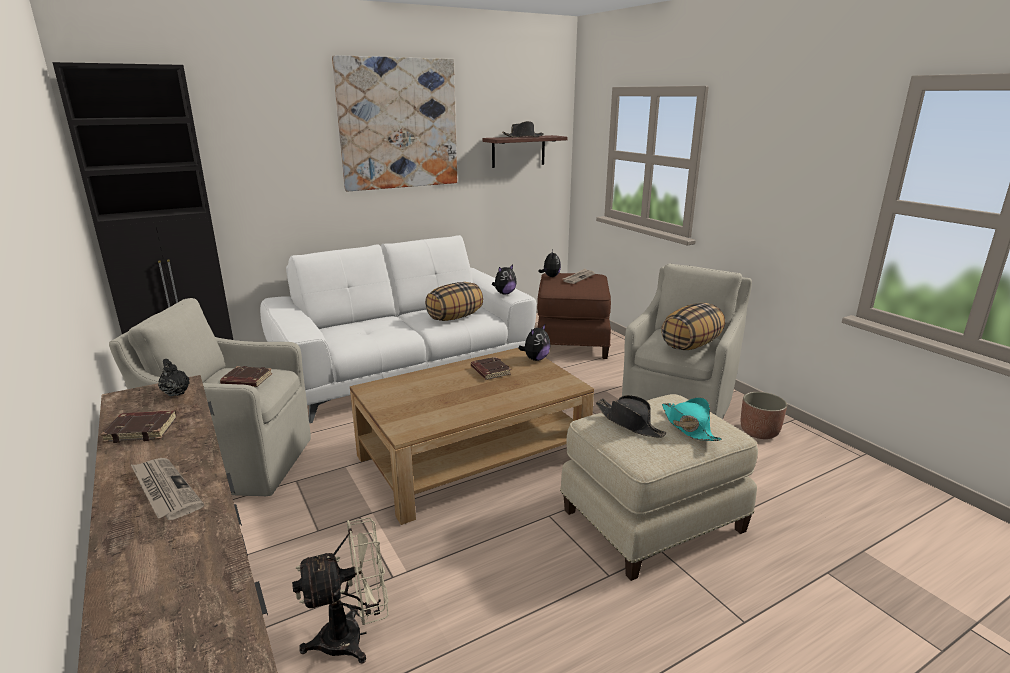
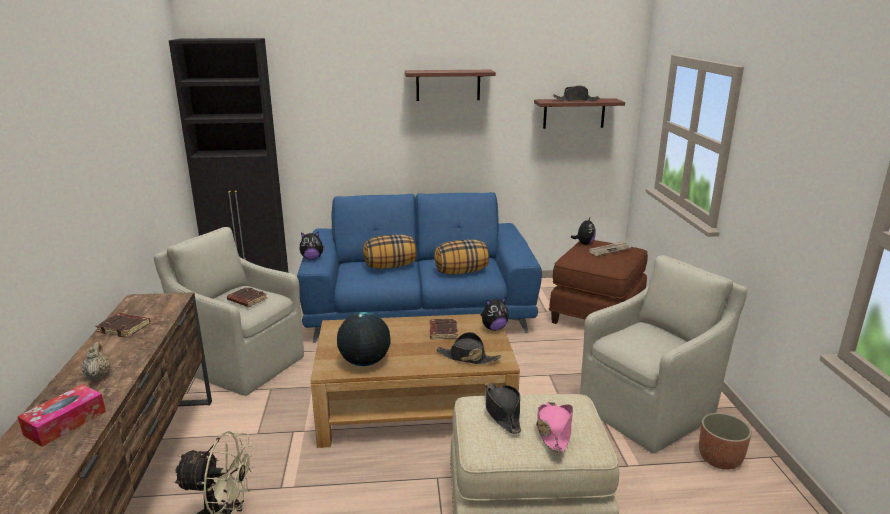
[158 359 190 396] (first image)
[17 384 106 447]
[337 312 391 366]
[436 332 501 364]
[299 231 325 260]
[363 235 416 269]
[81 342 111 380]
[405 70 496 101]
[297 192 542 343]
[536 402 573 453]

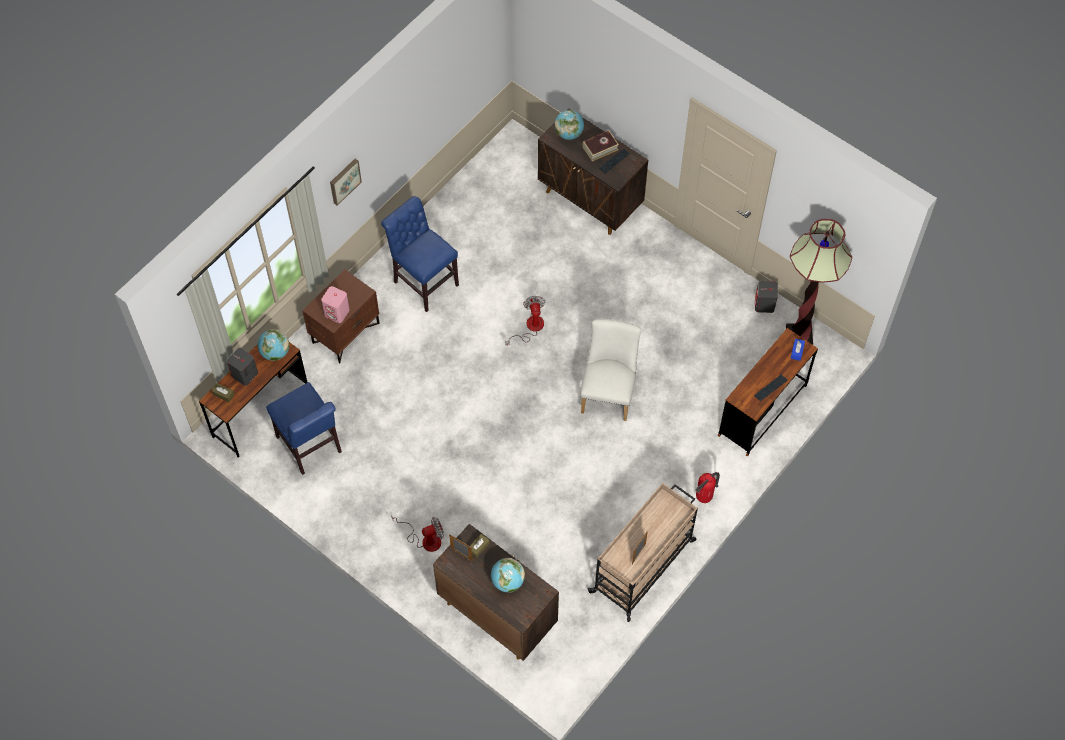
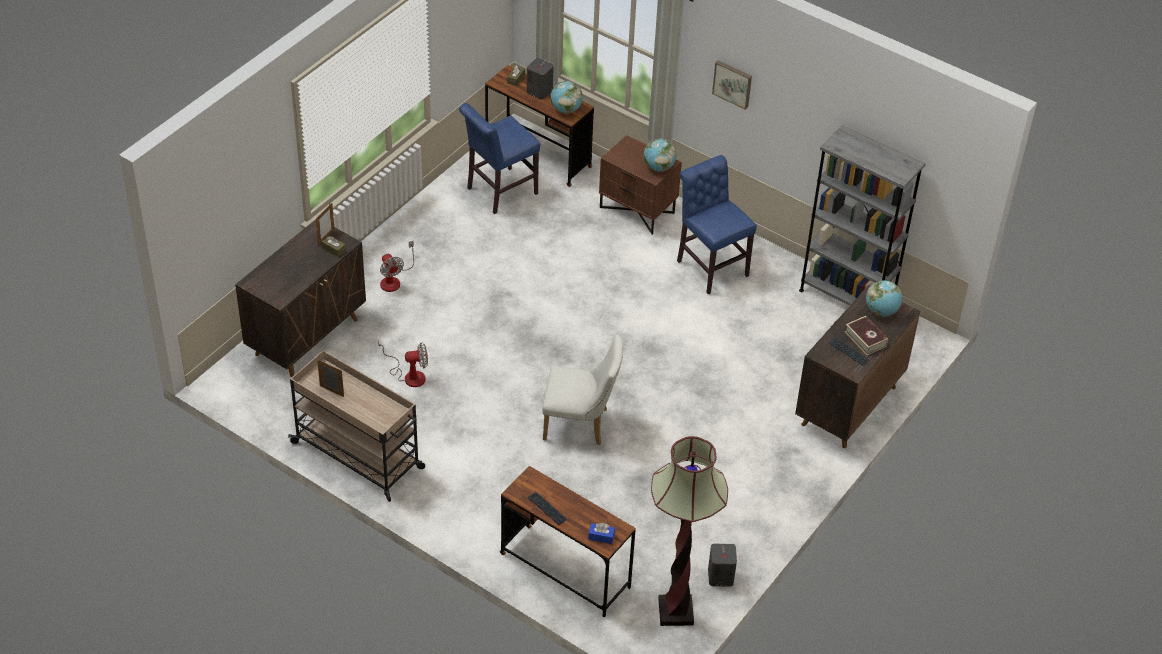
[321 286 350 323] (first image)
[696 472 720 503] (first image)
[799 125 925 306]
[644 139 677 171]
[378 341 428 387]
[677 155 757 295]

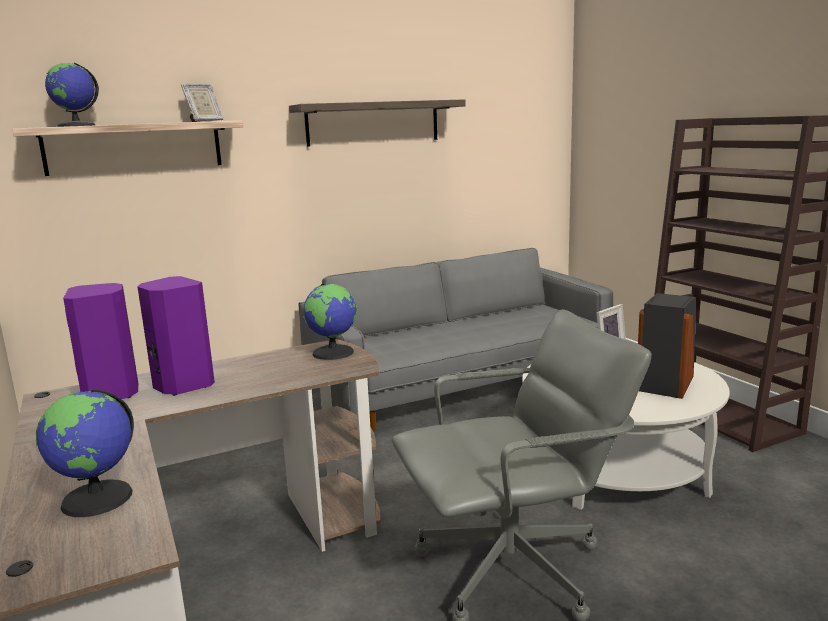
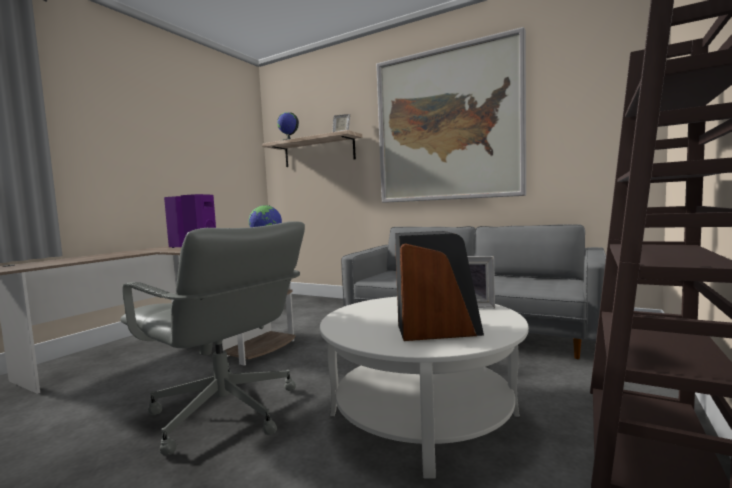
[36 389 134 517] (first image)
[376 27 526 203]

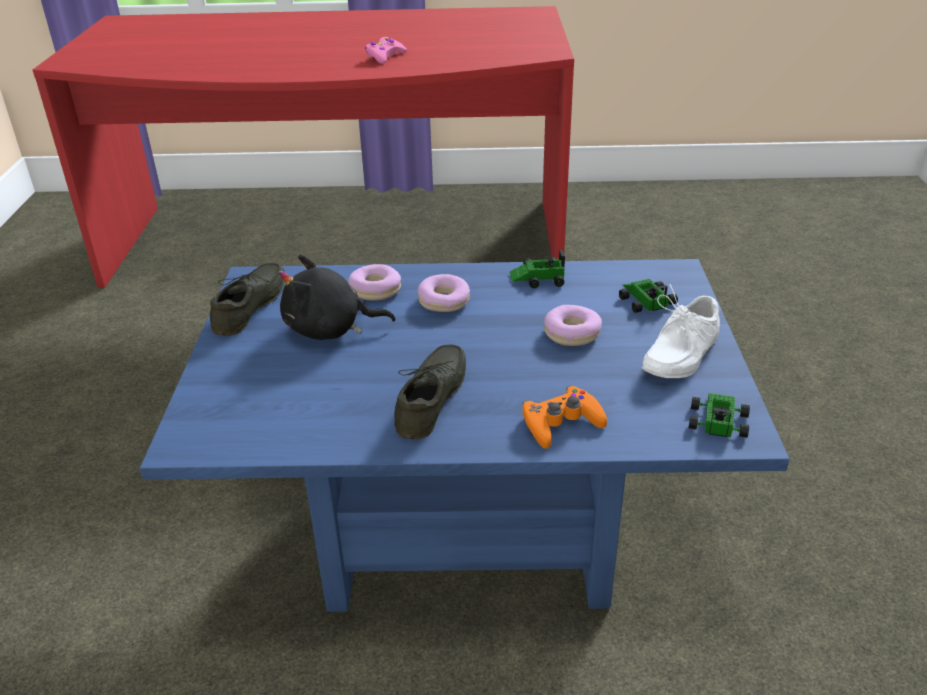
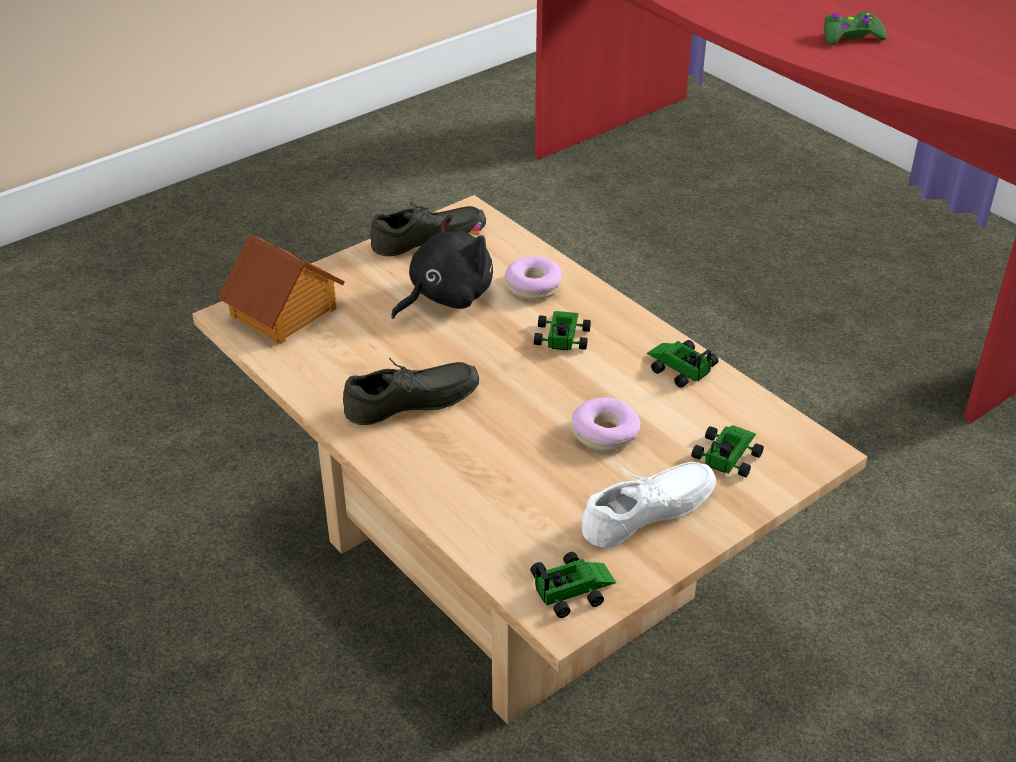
[523 386 607 449] (first image)
[218 233 345 344]
[534 311 591 350]
[192 195 867 724]
[824 11 887 45]
[391 214 493 319]
[582 462 716 547]

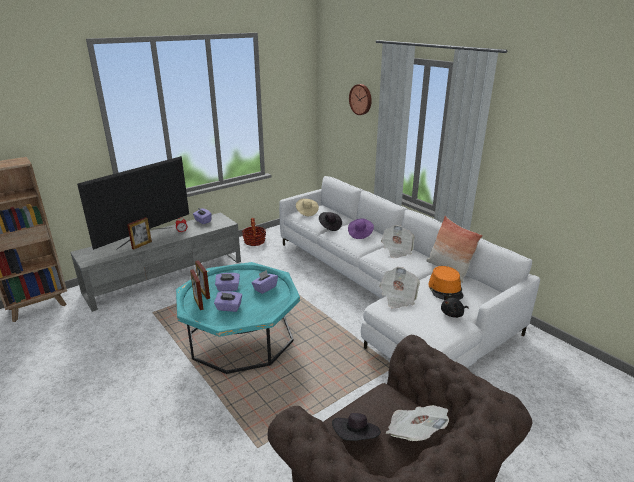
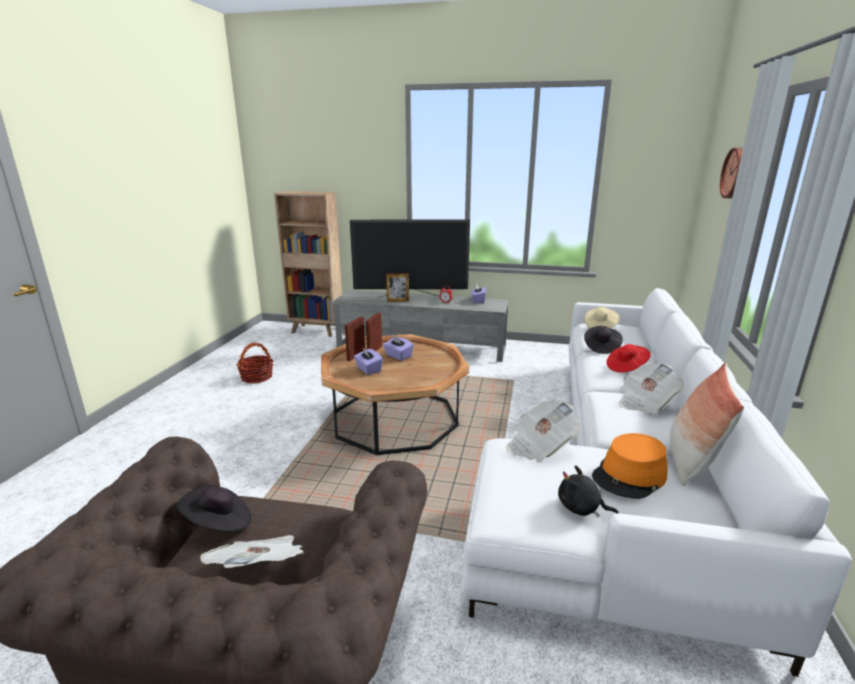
[252 270 278 294] (first image)
[236 343 274 383]
[321 334 470 455]
[607 344 651 372]

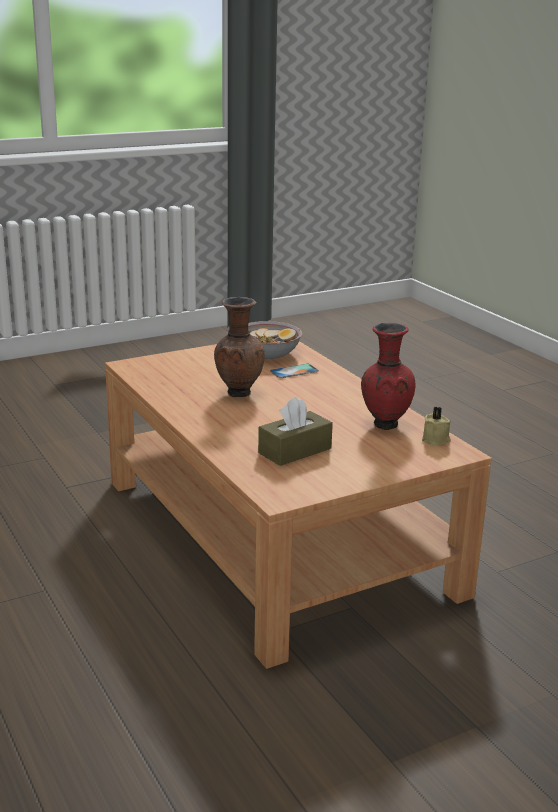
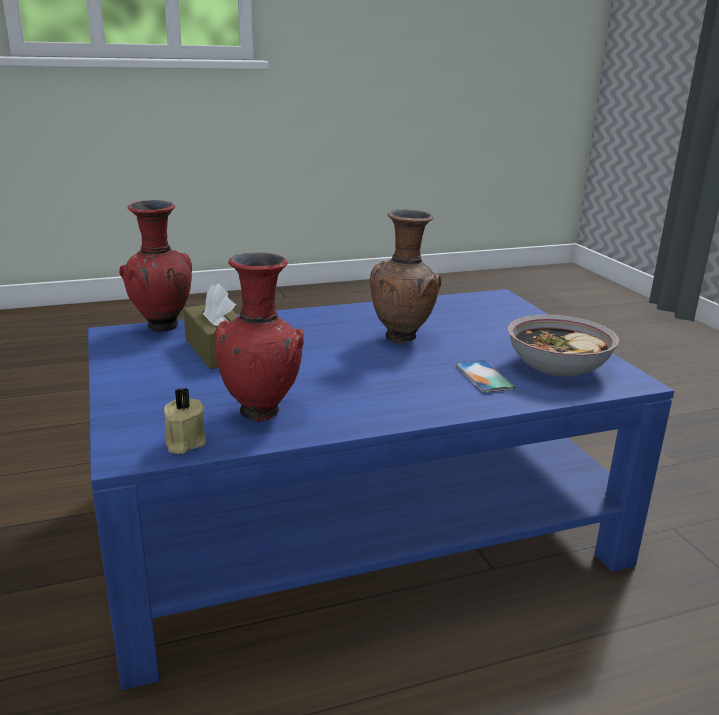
[119 200 192 332]
[88 289 674 690]

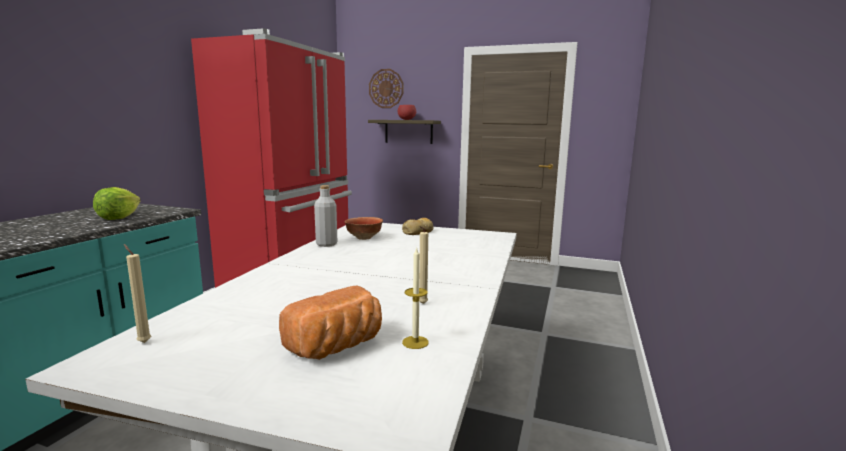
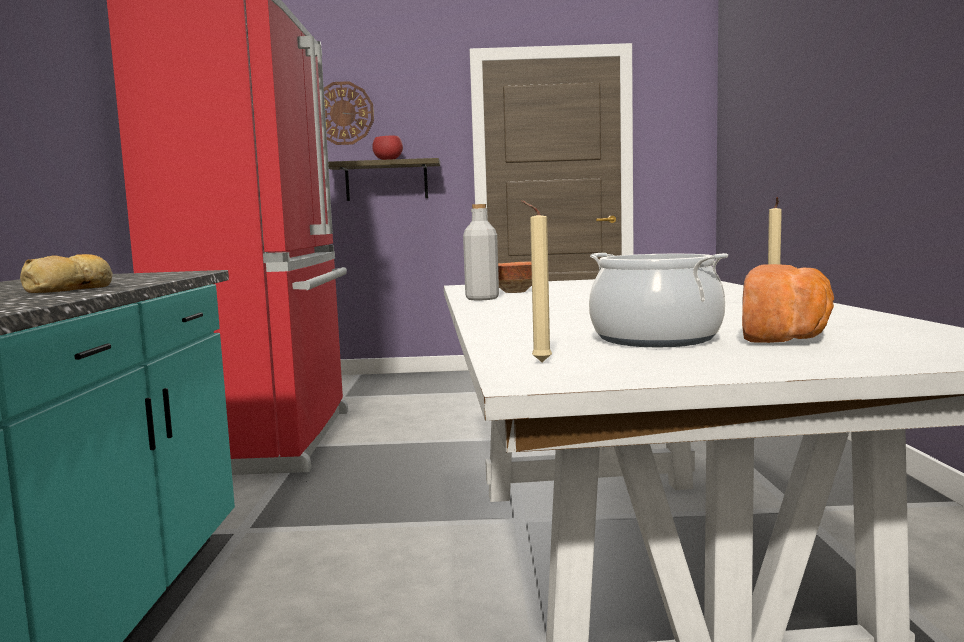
[93 187 141 220] (first image)
[402 247 429 349] (first image)
[589 253 728 347]
[20 254 113 293]

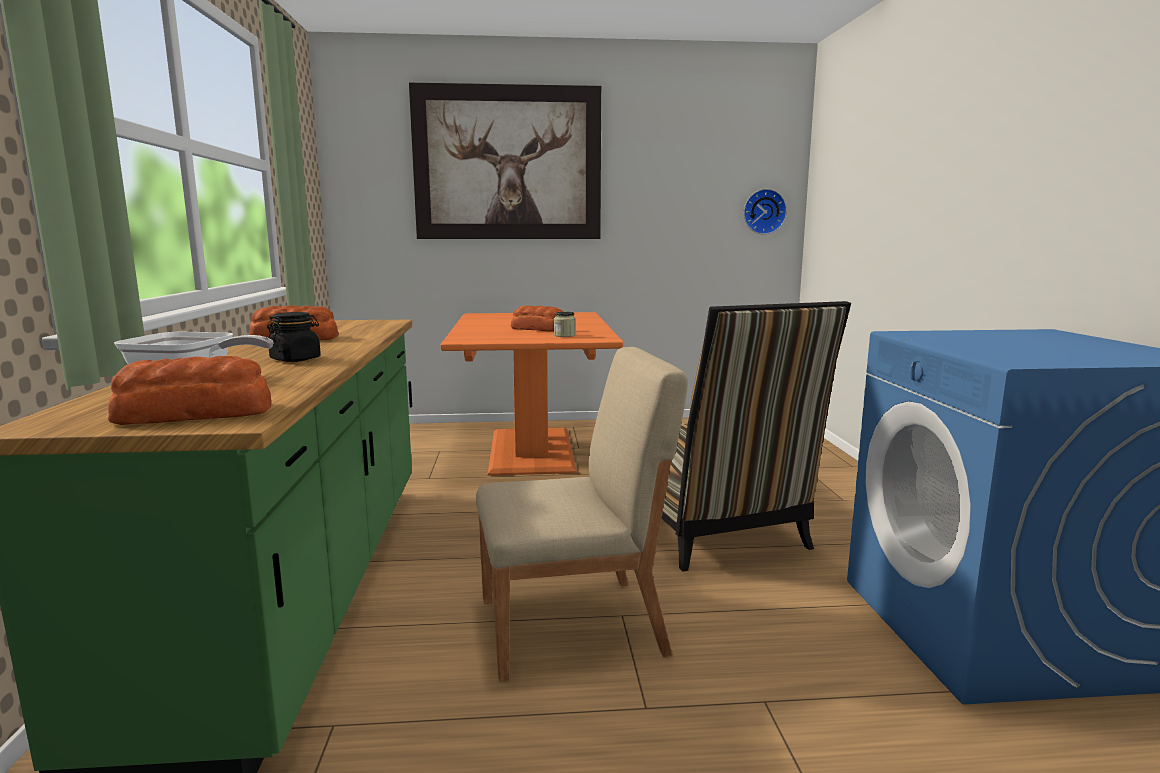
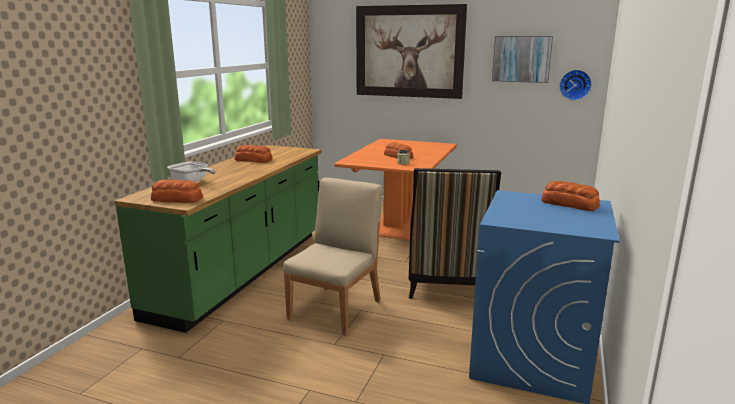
[267 312 321 362] (first image)
[492 36 553 83]
[541 181 600 211]
[283 178 383 336]

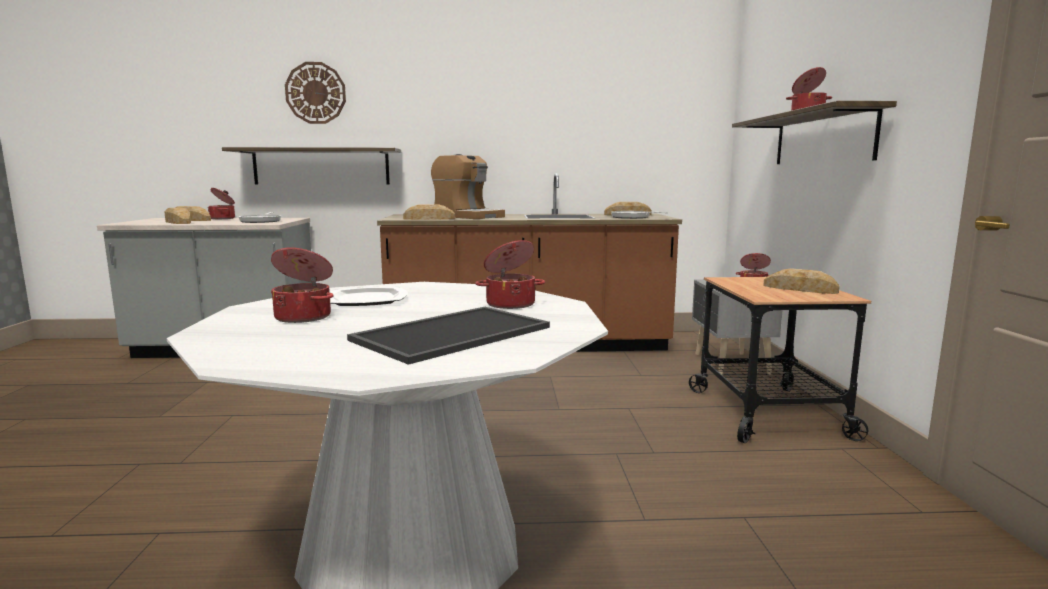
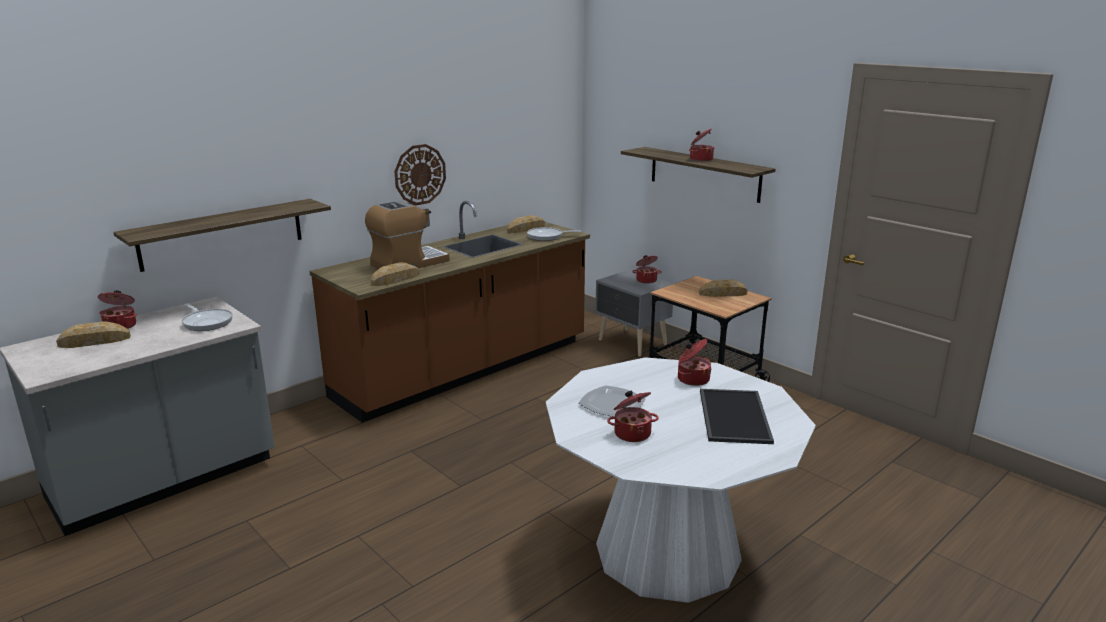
[164 208 191 224] (first image)
[395 144 446 205]
[365 201 450 269]

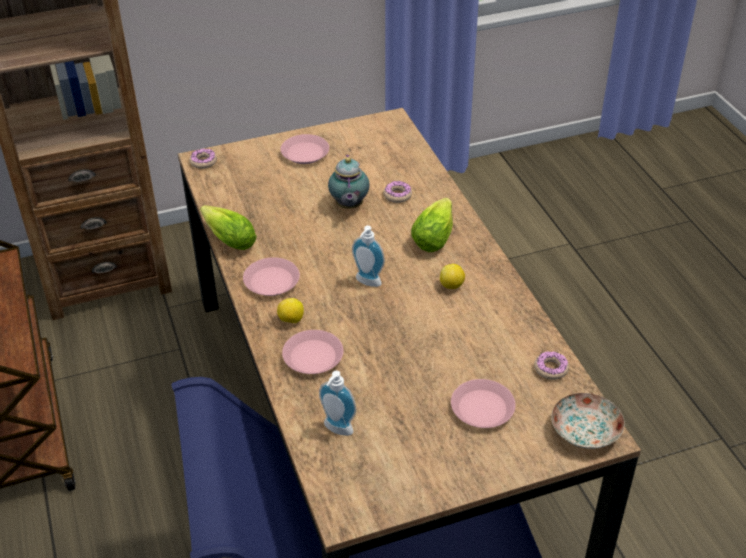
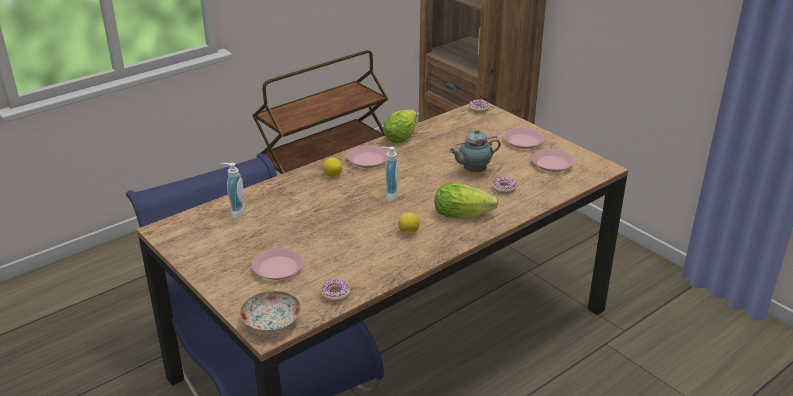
[532 149 575 172]

